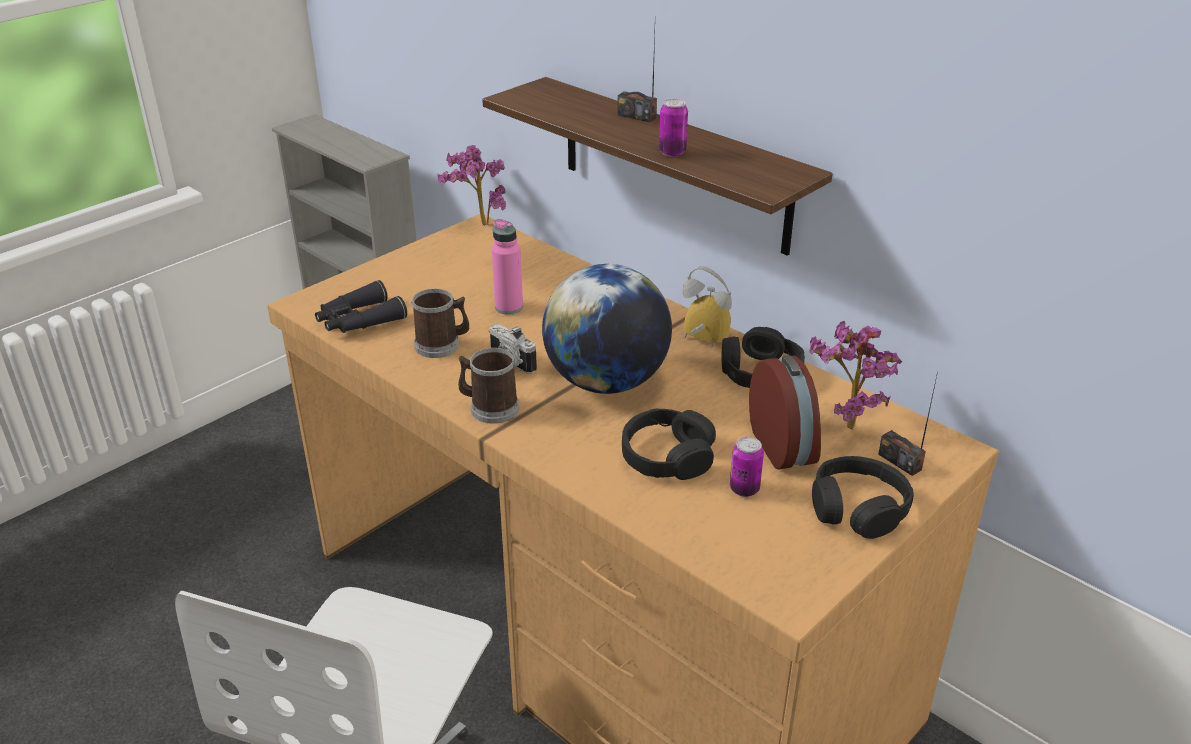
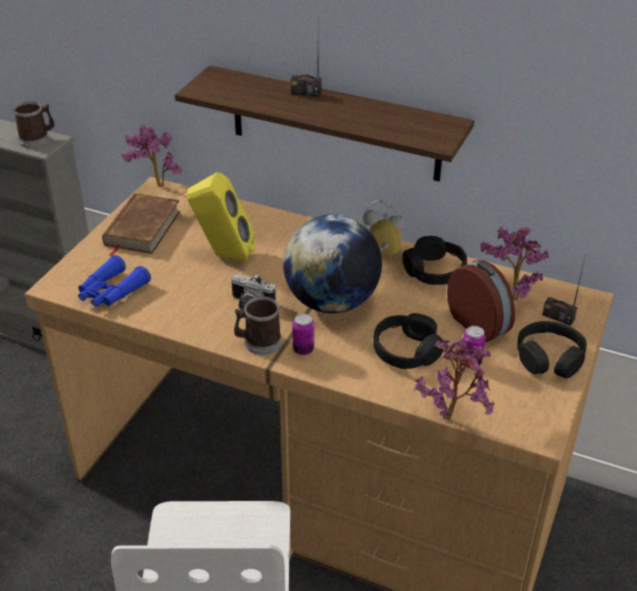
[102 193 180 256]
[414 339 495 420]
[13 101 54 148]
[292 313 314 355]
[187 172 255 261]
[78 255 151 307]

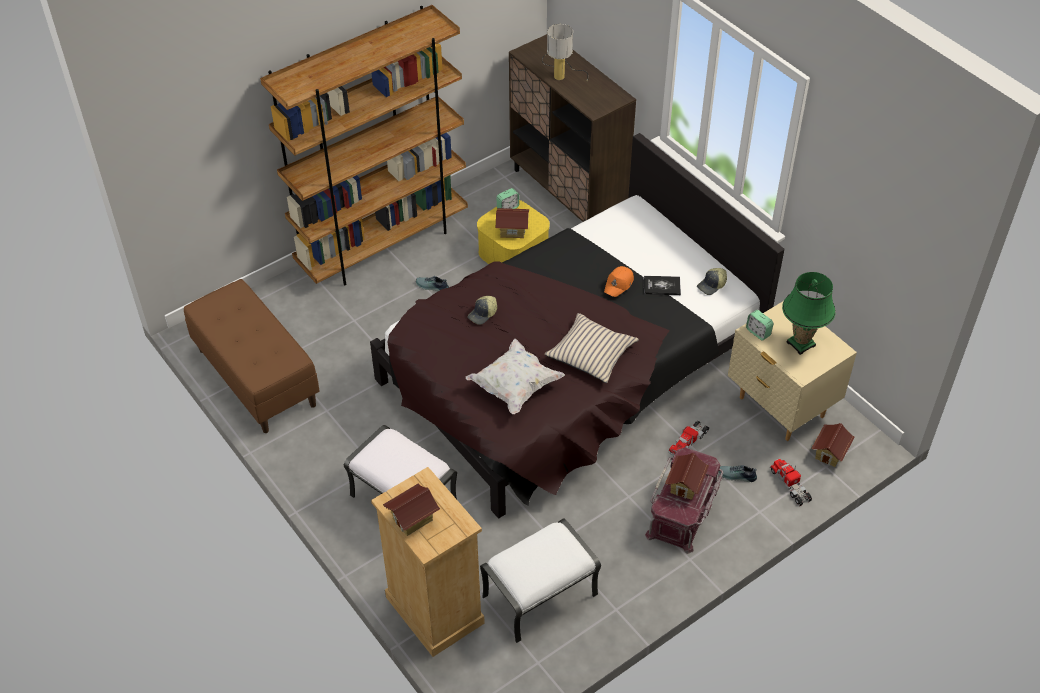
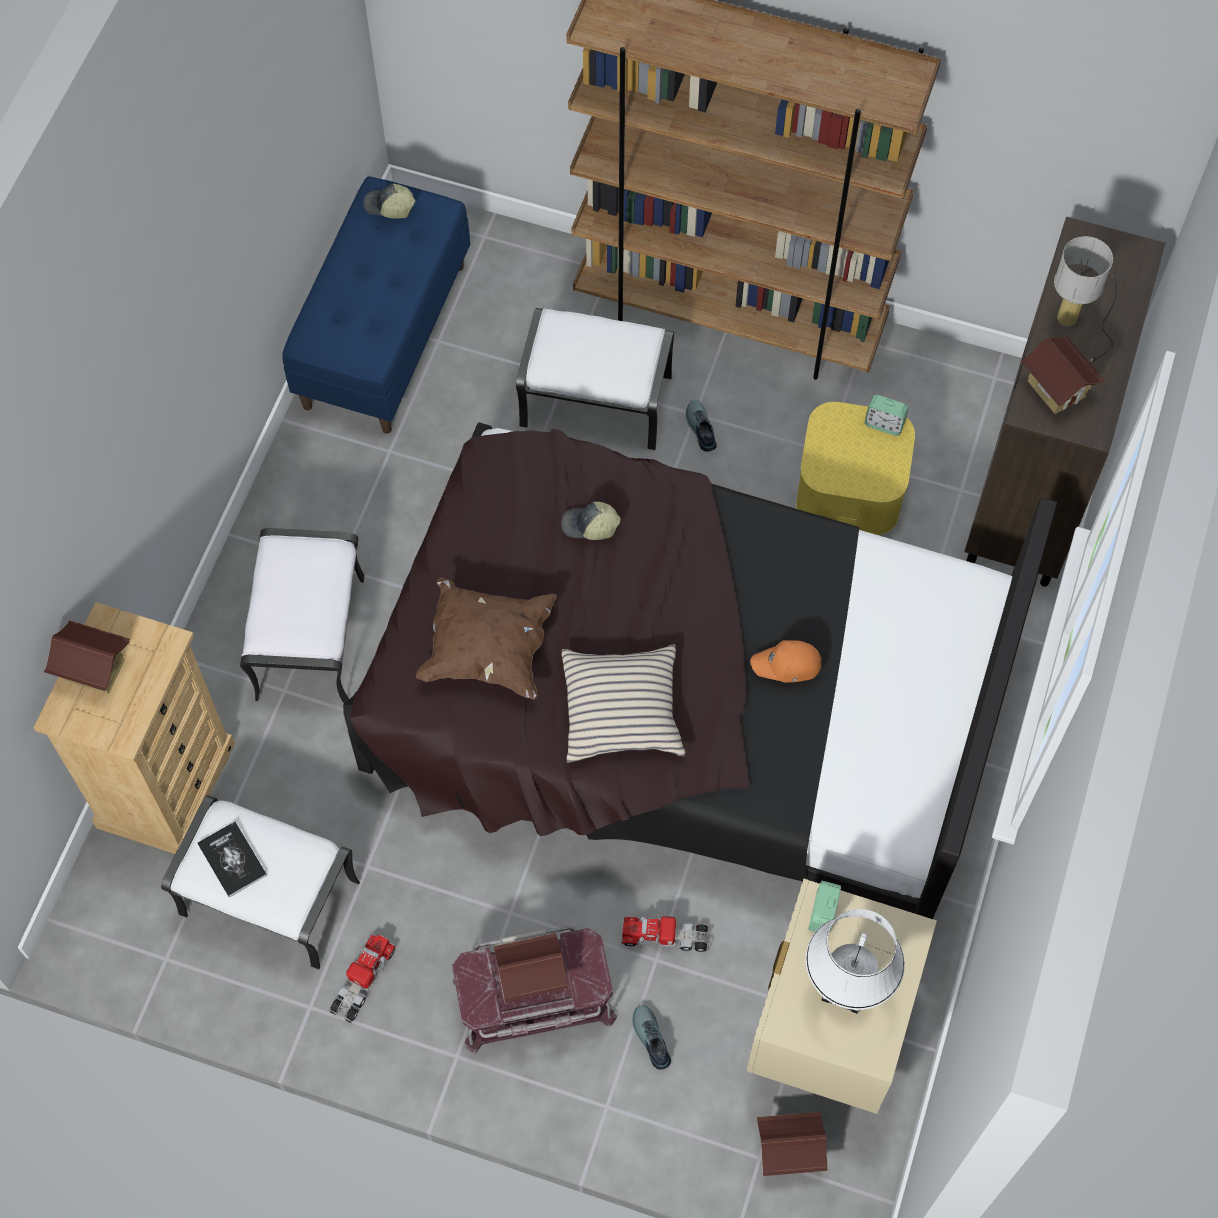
[516 308 674 450]
[1021 335 1105 414]
[197 821 267 898]
[363 184 415 219]
[329 934 396 1024]
[282 176 470 434]
[416 577 557 700]
[806 909 905 1014]

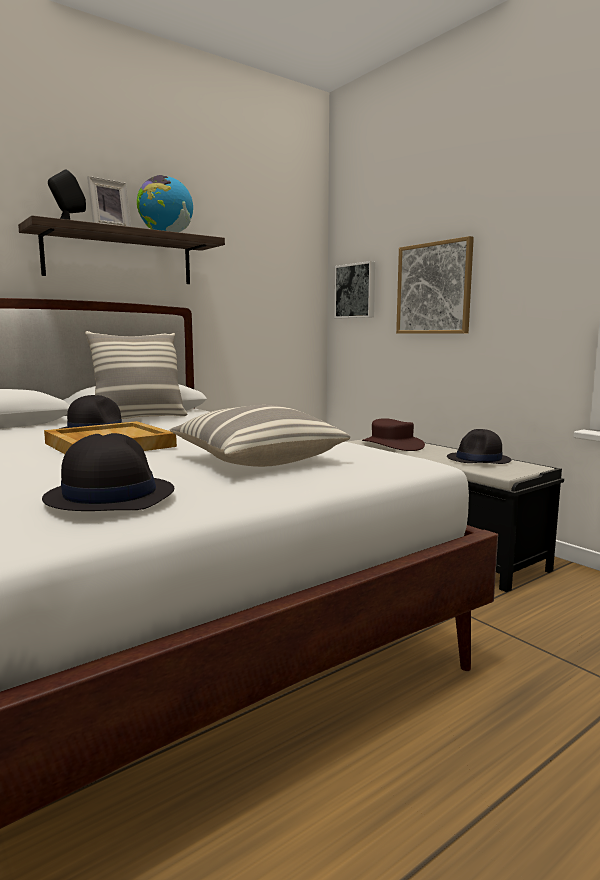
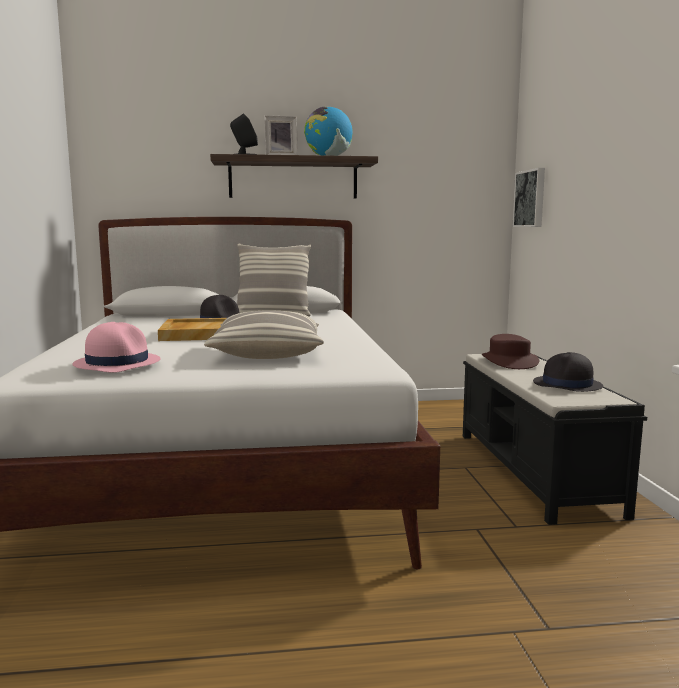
[396 236 474 334] (first image)
[73 322 160 373]

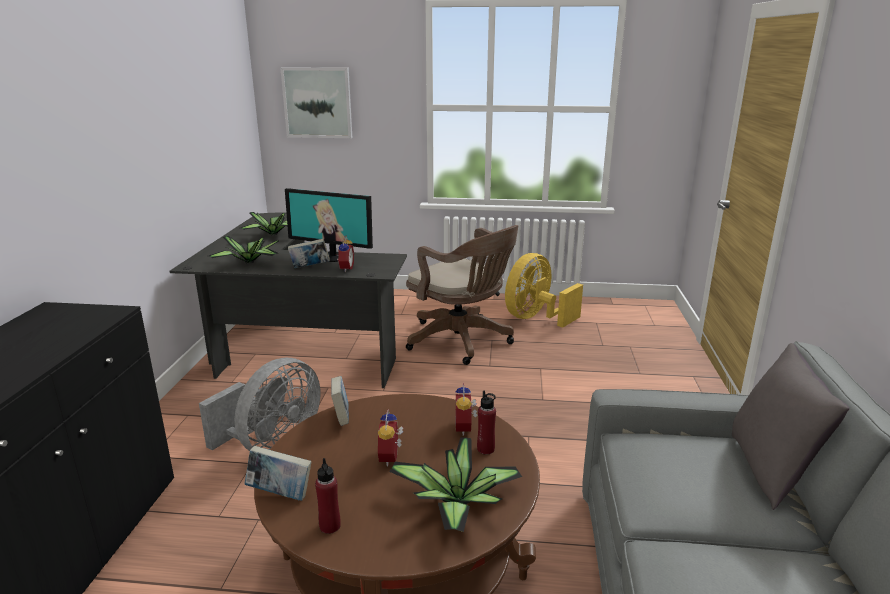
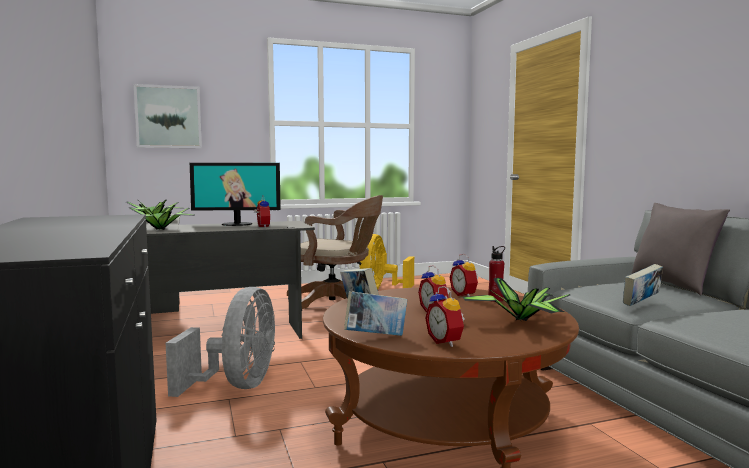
[623 264 663 306]
[425 286 465 347]

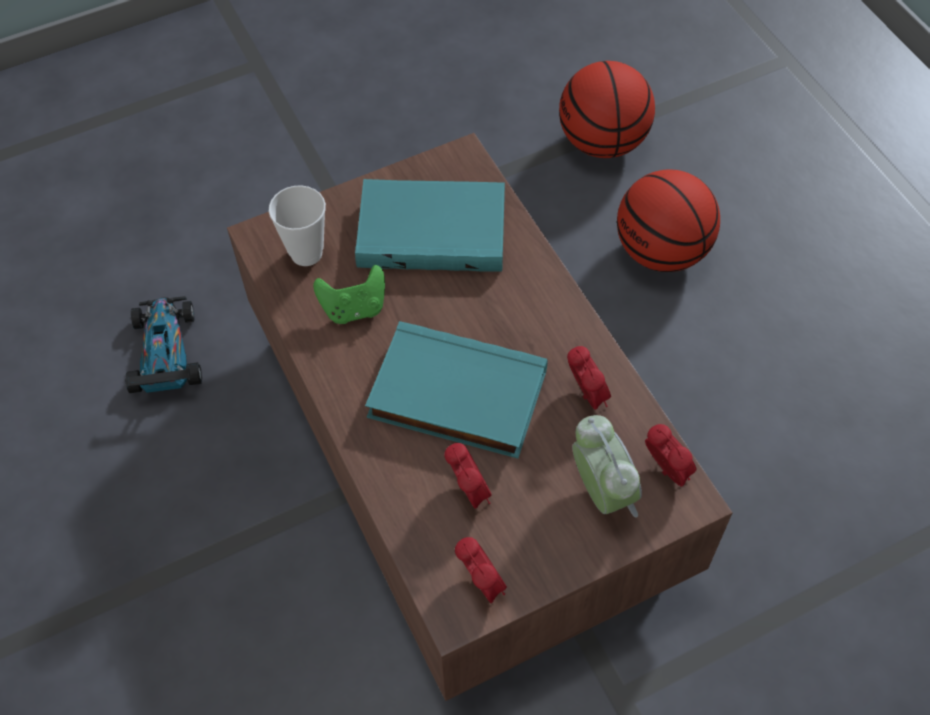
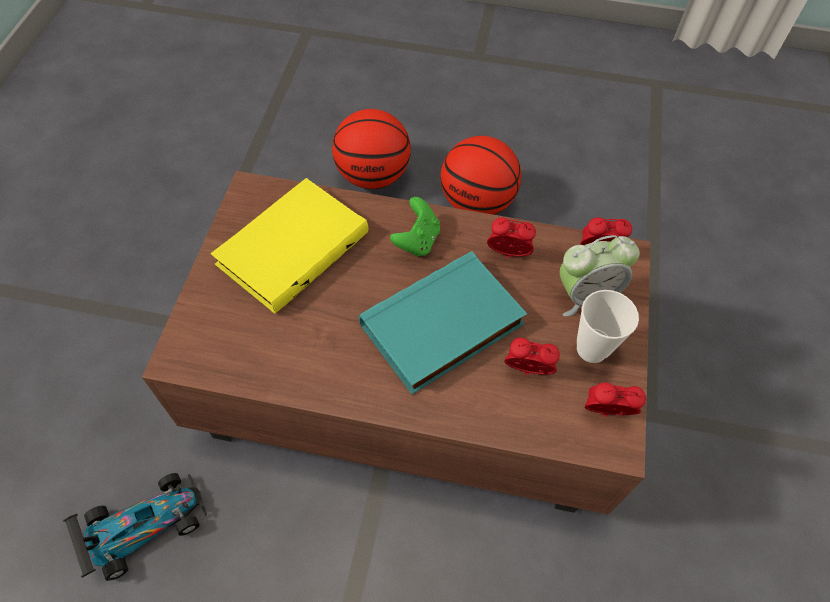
[577 290 639 363]
[390 197 440 257]
[441 136 521 215]
[211 178 368 314]
[63 473 207 581]
[560 235 640 316]

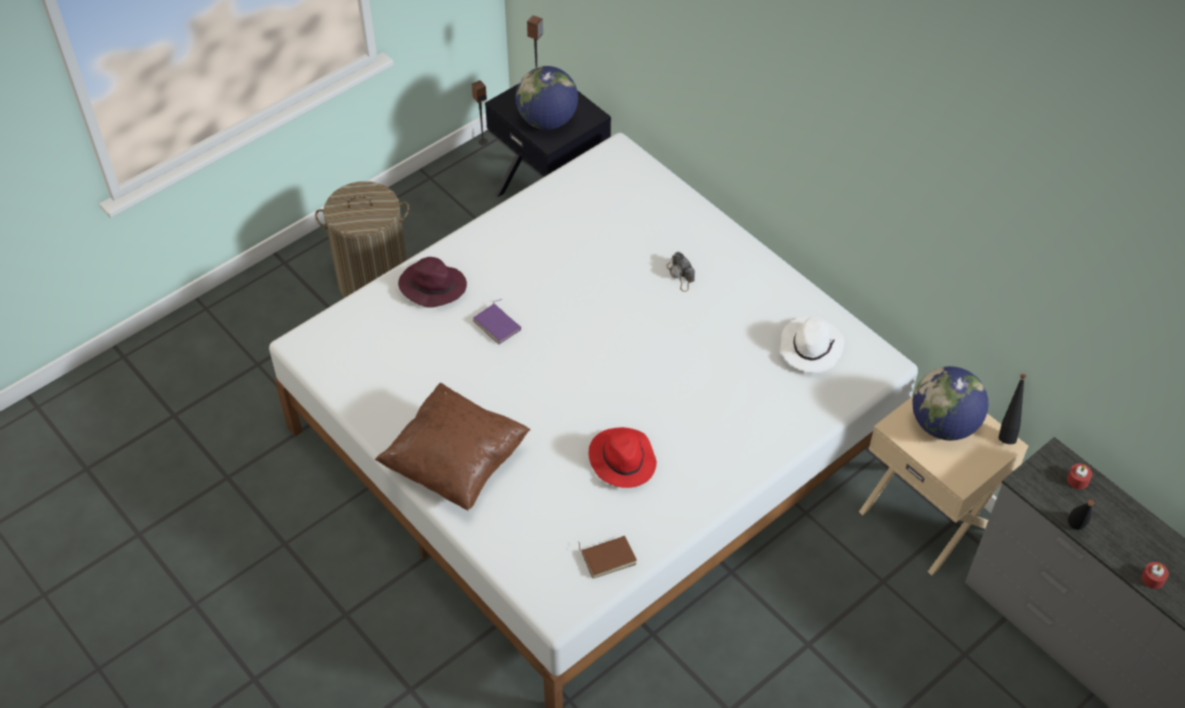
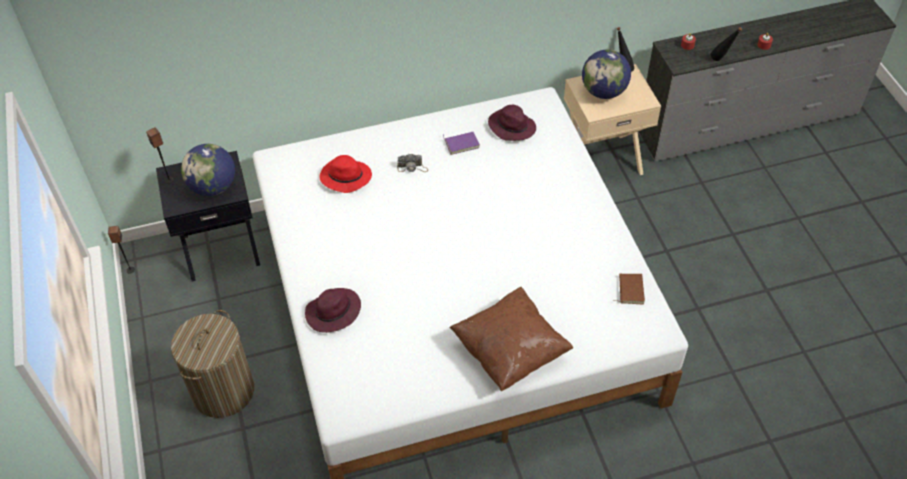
[443 132 480 155]
[319 155 372 193]
[488 105 536 141]

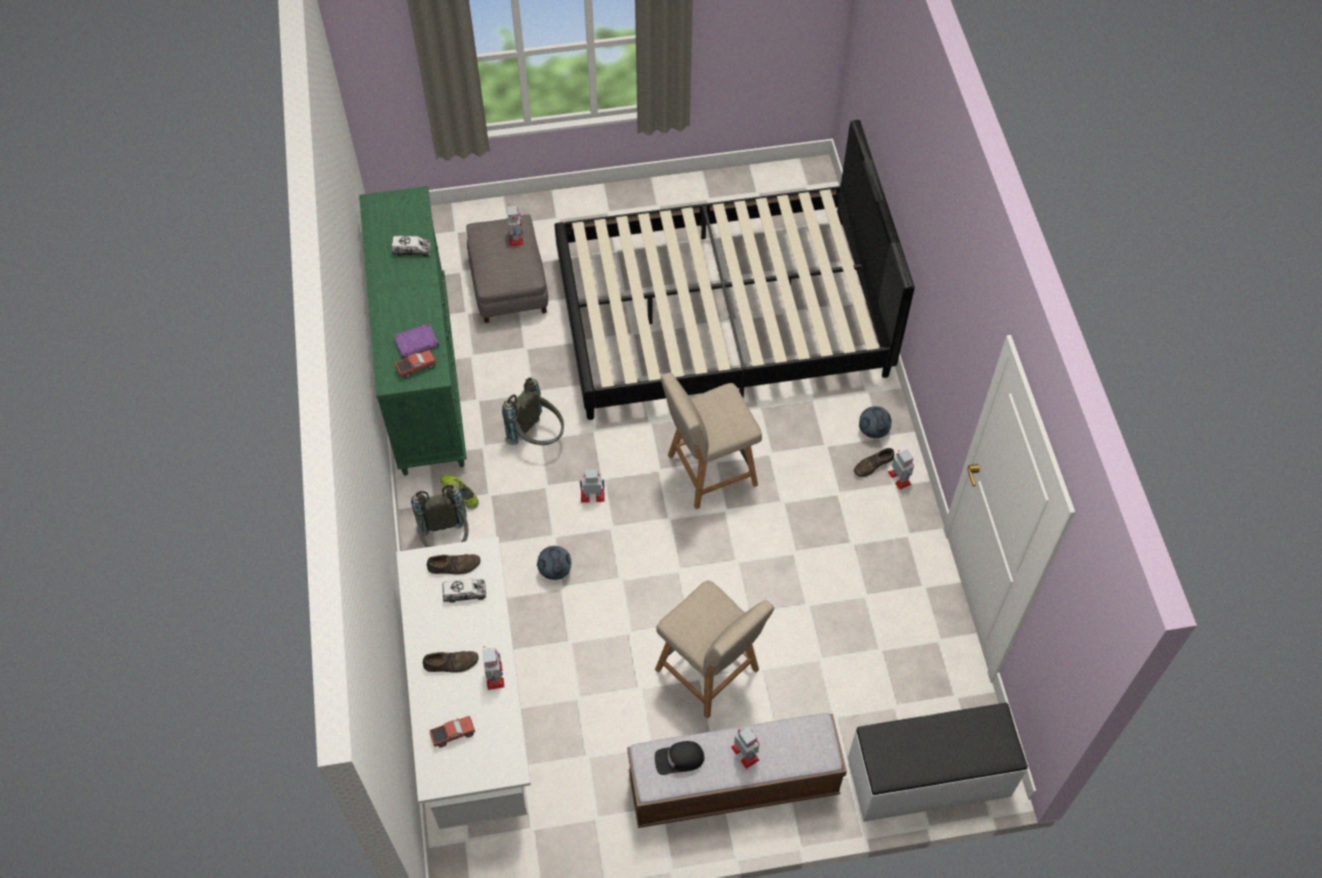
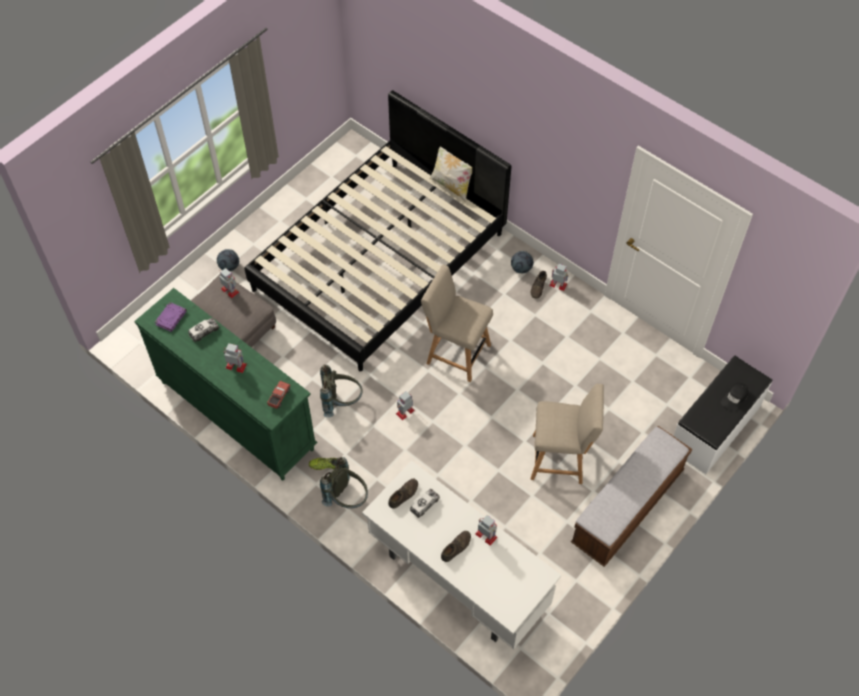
[429 716 475 748] (first image)
[430 146 472 202]
[155 302 187 332]
[217 249 239 271]
[720 383 749 412]
[223 343 247 373]
[421 265 493 382]

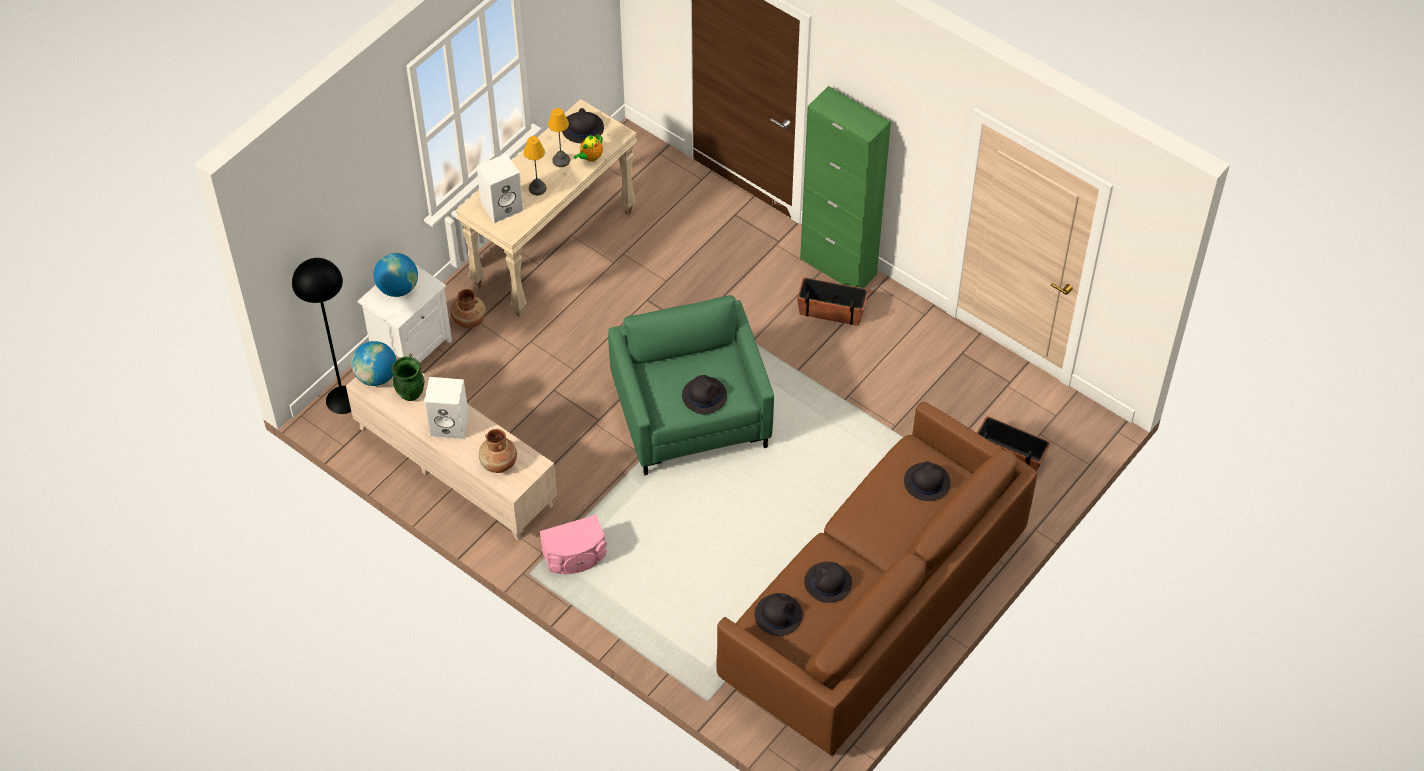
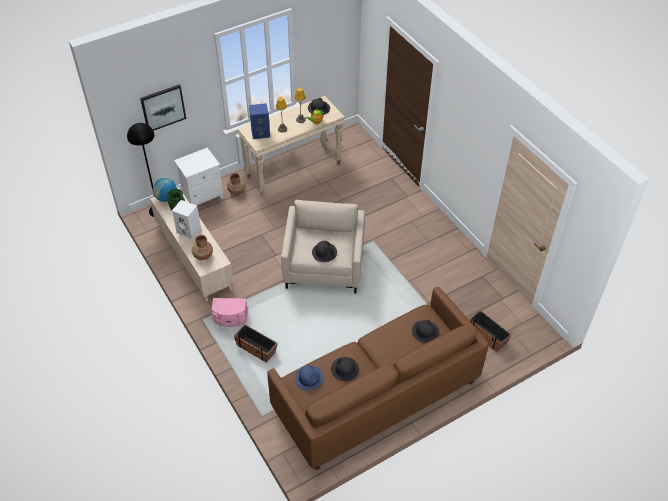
[373 253 418 297] (first image)
[800 86 891 288] (first image)
[140 84 186 131]
[234 324 278 363]
[249 103 270 139]
[281 200 365 293]
[295 365 324 391]

